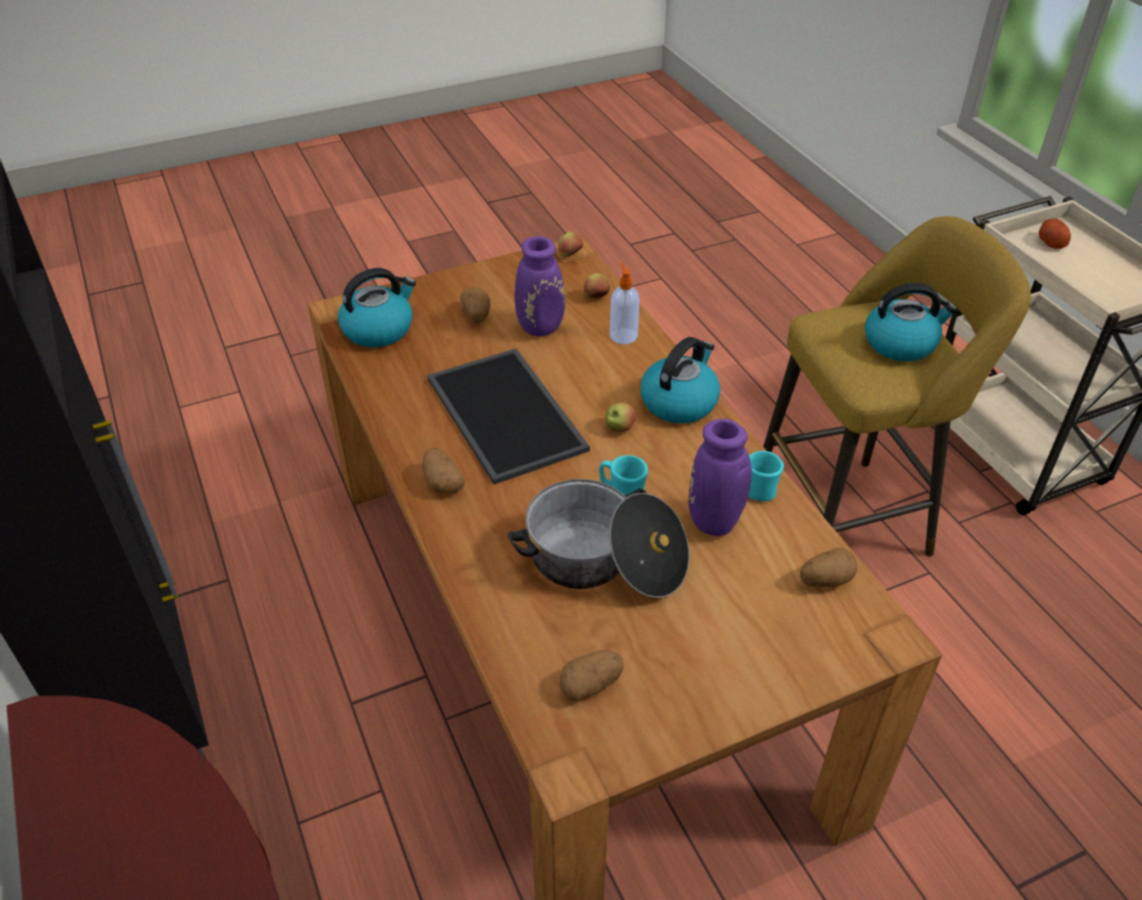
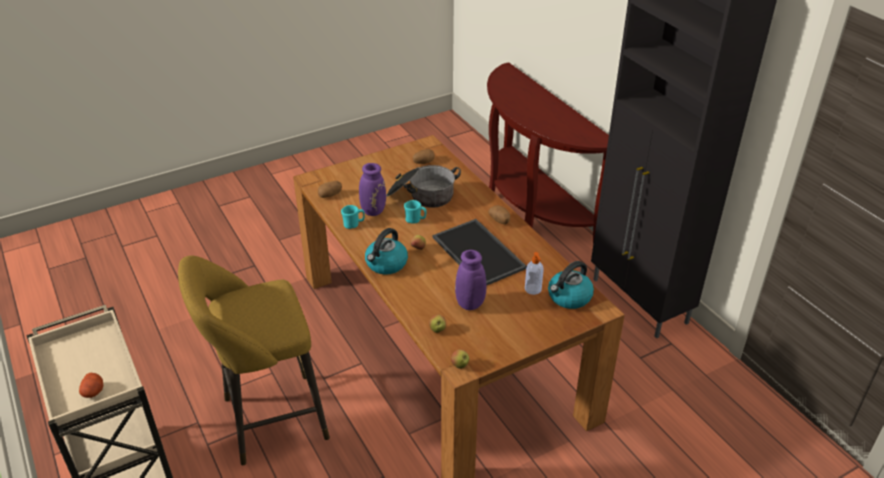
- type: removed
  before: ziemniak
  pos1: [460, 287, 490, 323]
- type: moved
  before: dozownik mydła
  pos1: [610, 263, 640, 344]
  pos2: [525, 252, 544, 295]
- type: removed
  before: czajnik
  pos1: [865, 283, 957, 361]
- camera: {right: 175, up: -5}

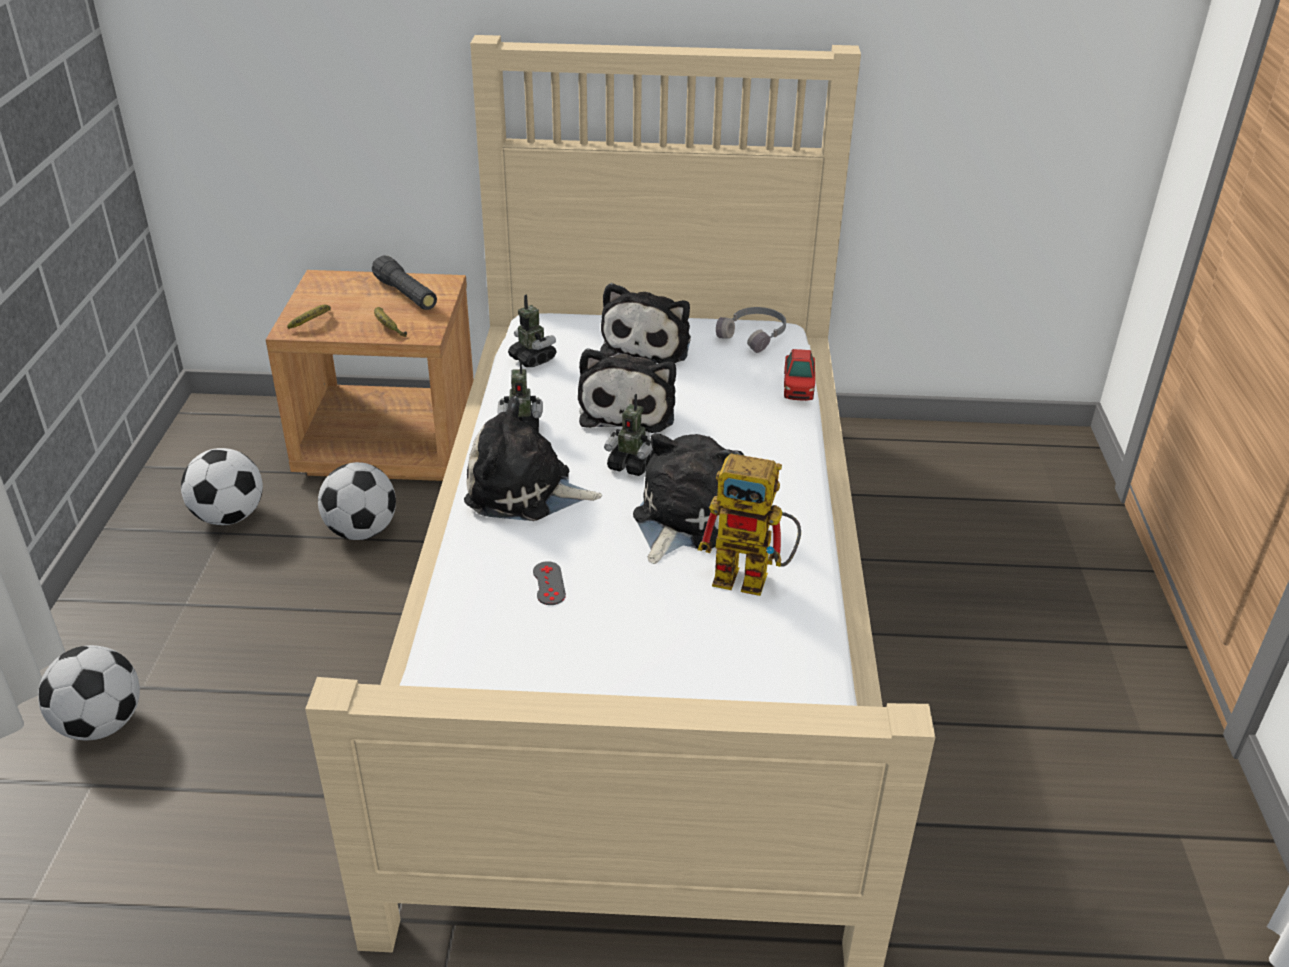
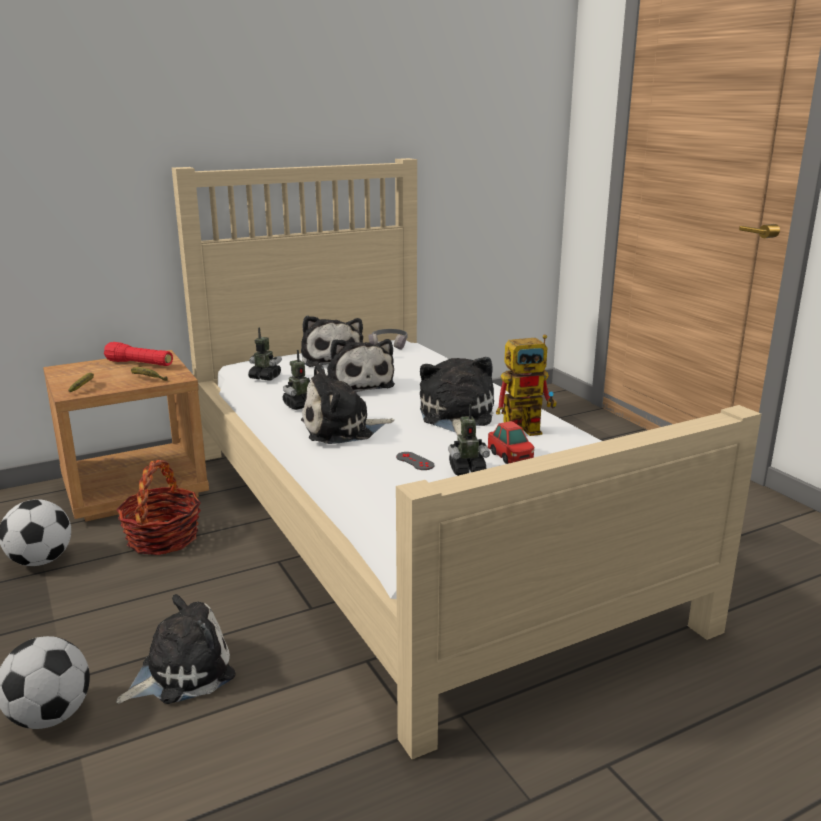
- type: replaced
  before: piłka futbolowa
  after: koszyk
  pos1: [318, 462, 396, 540]
  pos2: [116, 460, 201, 555]
- type: recoloured
  before: latarka/czarny
  after: latarka/czerwony
  pos1: [372, 255, 437, 310]
  pos2: [104, 342, 173, 366]
- type: moved
  before: robot zabawkowy
  pos1: [604, 394, 654, 476]
  pos2: [448, 404, 490, 476]
- type: moved
  before: samochodzik
  pos1: [784, 349, 815, 401]
  pos2: [488, 421, 534, 464]
- type: added
  after: pluszak
  pos2: [116, 594, 236, 704]
- camera: {right: -30, up: -15}

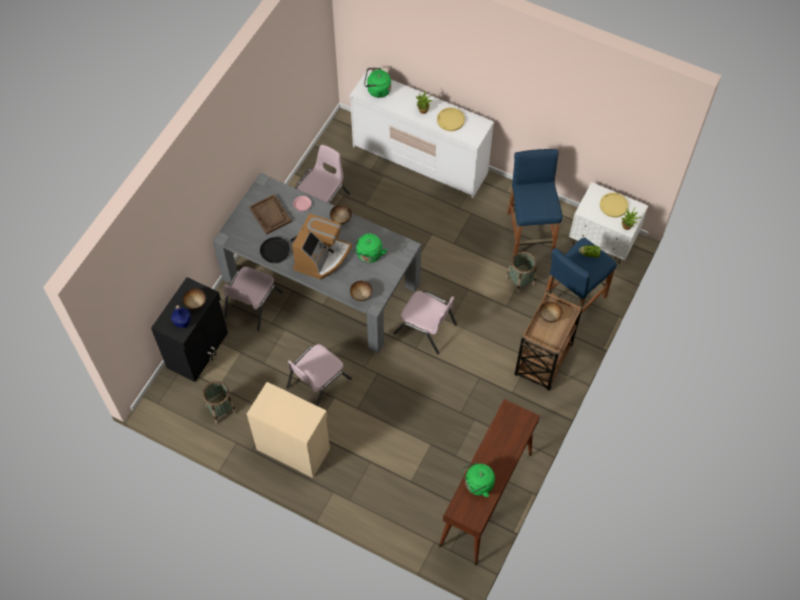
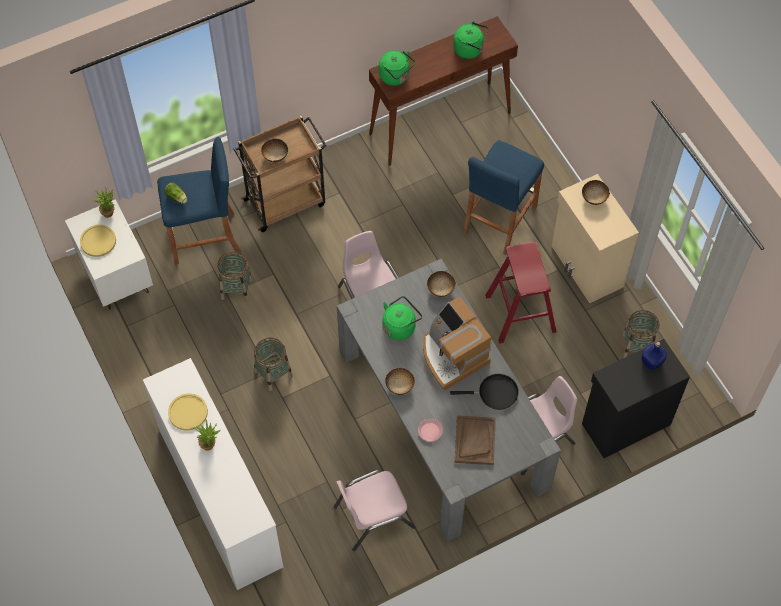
- type: moved
  before: miska
  pos1: [183, 288, 206, 309]
  pos2: [582, 180, 610, 205]
- type: replaced
  before: krzesło/różowy
  after: stołek/czerwony
  pos1: [286, 344, 352, 406]
  pos2: [485, 241, 557, 344]
- type: turned
  before: ekspres do kawy
  pos1: [292, 213, 352, 280]
  pos2: [423, 297, 491, 390]
  turn: -90
- type: moved
  before: czajnik/zielony
  pos1: [364, 68, 391, 98]
  pos2: [379, 50, 415, 86]
- type: moved
  before: stołek/niebieski
  pos1: [507, 149, 563, 256]
  pos2: [463, 140, 544, 255]
- type: added
  after: koszyk
  pos2: [254, 338, 293, 391]
- camera: {right: -145, up: 0}

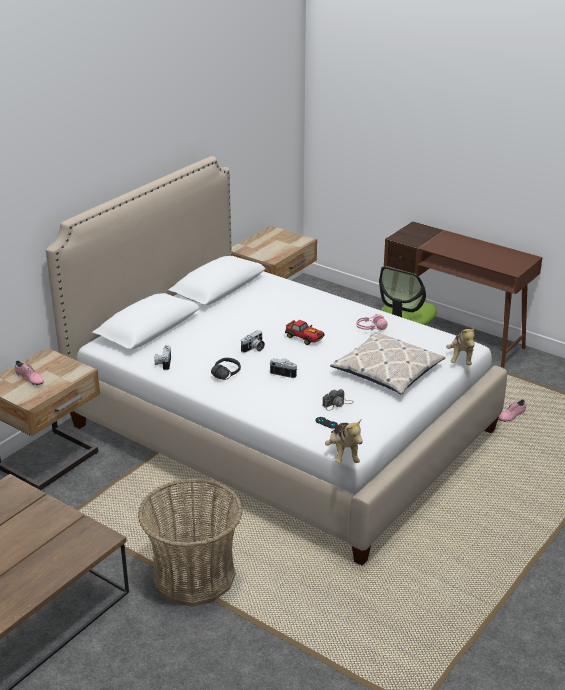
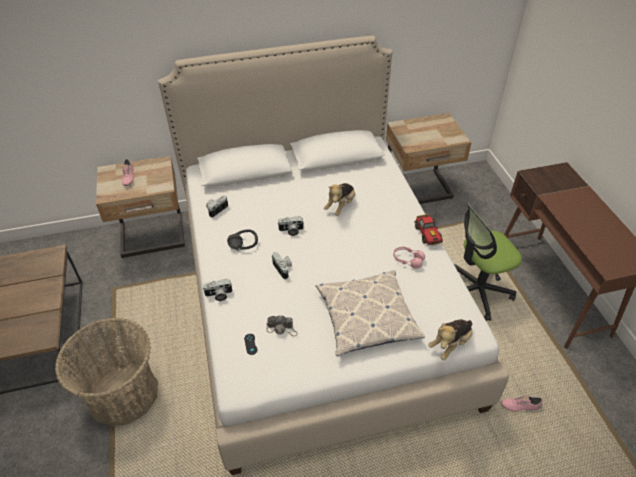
- type: moved
  before: samochodzik
  pos1: [285, 320, 324, 345]
  pos2: [414, 214, 443, 245]
- type: moved
  before: pluszak
  pos1: [325, 420, 363, 463]
  pos2: [324, 183, 355, 216]
- type: added
  after: aparat fotograficzny
  pos2: [203, 279, 232, 301]
- camera: {right: 40, up: 15}

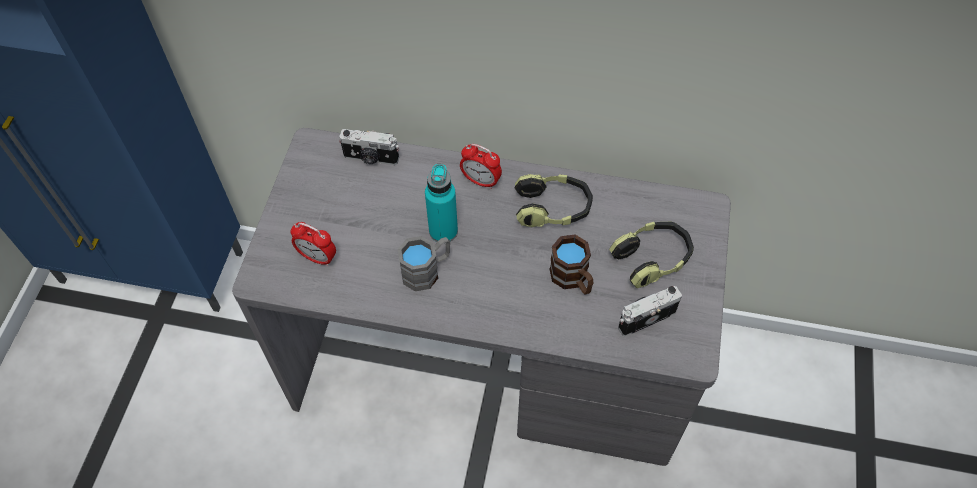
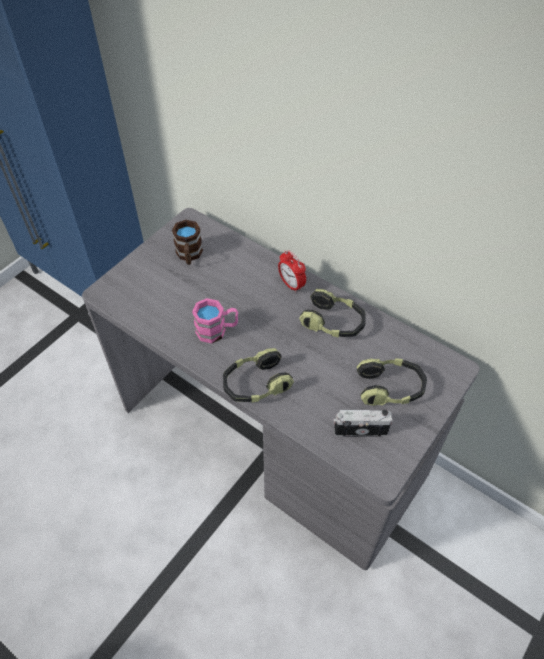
- type: removed
  before: budzik
  pos1: [290, 222, 336, 266]
- type: removed
  before: aparat fotograficzny
  pos1: [339, 129, 399, 165]
- type: recoloured
  before: kubek/szary
  after: kubek/różowy
  pos1: [397, 236, 450, 291]
  pos2: [192, 298, 238, 343]
- type: removed
  before: butelka/turkusowy
  pos1: [425, 164, 458, 243]
- type: moved
  before: kubek/brązowy
  pos1: [550, 235, 593, 295]
  pos2: [172, 220, 203, 265]
- type: added
  after: słuchawki
  pos2: [223, 348, 294, 403]
- camera: {right: 25, up: -5}

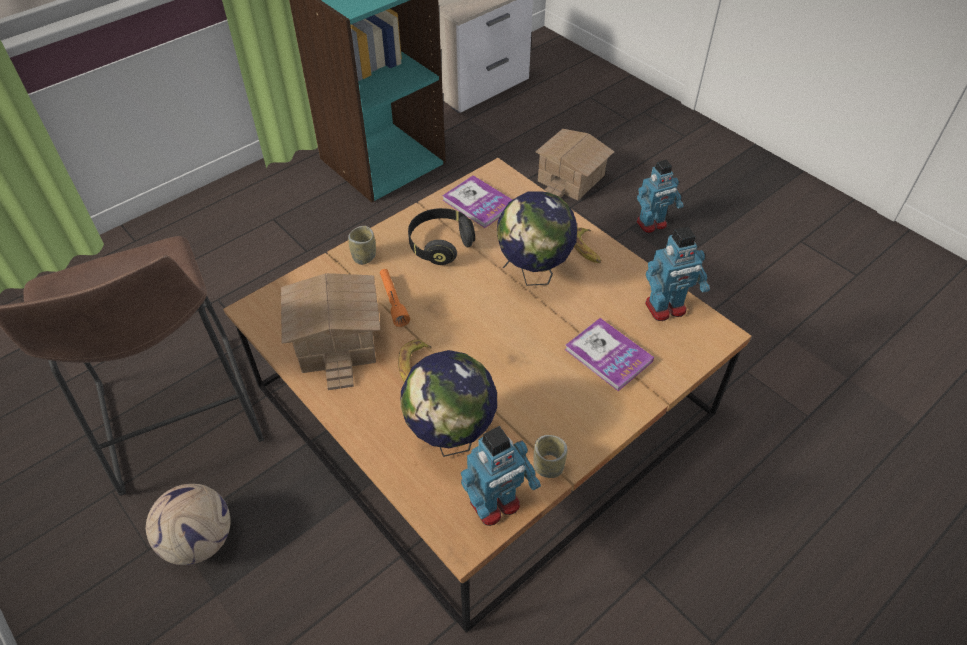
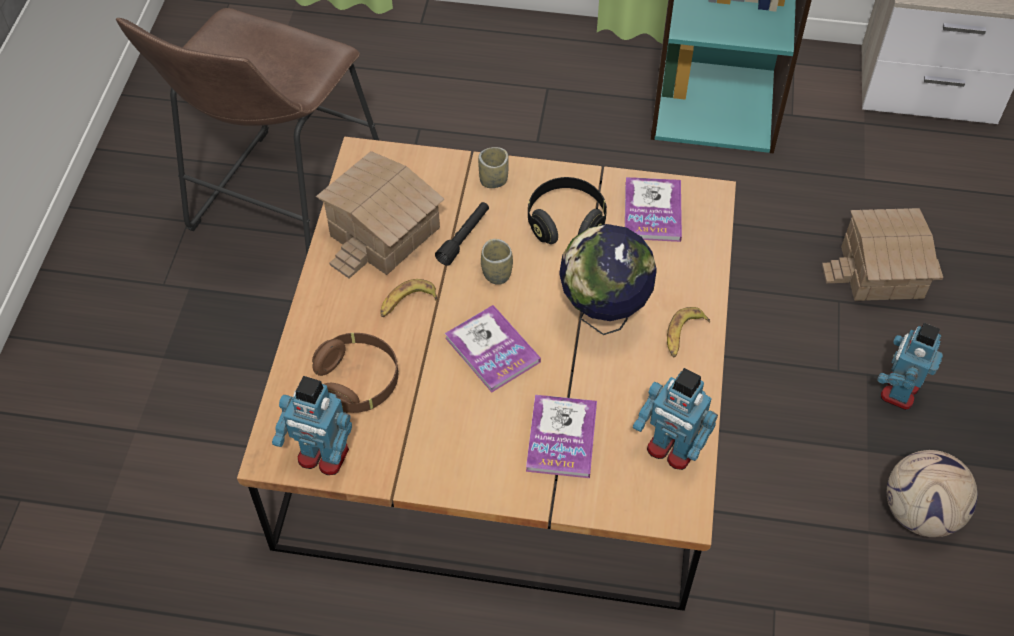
- type: moved
  before: piłka futbolowa
  pos1: [146, 484, 231, 565]
  pos2: [887, 450, 978, 537]
- type: recoloured
  before: latarka/pomarańczowy
  after: latarka/czarny
  pos1: [380, 269, 410, 327]
  pos2: [435, 202, 489, 266]
- type: replaced
  before: globus
  after: słuchawki/brązowy
  pos1: [400, 350, 497, 457]
  pos2: [312, 333, 398, 413]
- type: moved
  before: filiżanka
  pos1: [533, 435, 568, 478]
  pos2: [481, 239, 513, 285]
- type: turned
  before: robot zabawkowy
  pos1: [636, 160, 684, 233]
  pos2: [877, 323, 943, 410]
  turn: 90
- type: added
  after: książka
  pos2: [445, 305, 541, 393]
- camera: {right: 50, up: 5}

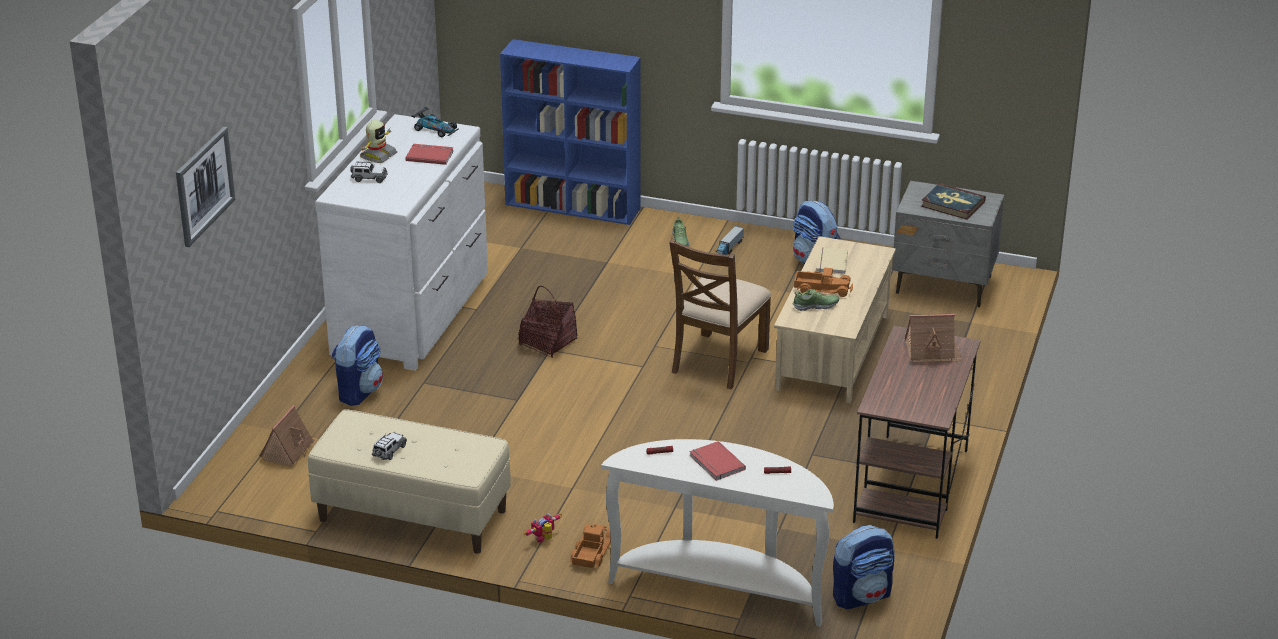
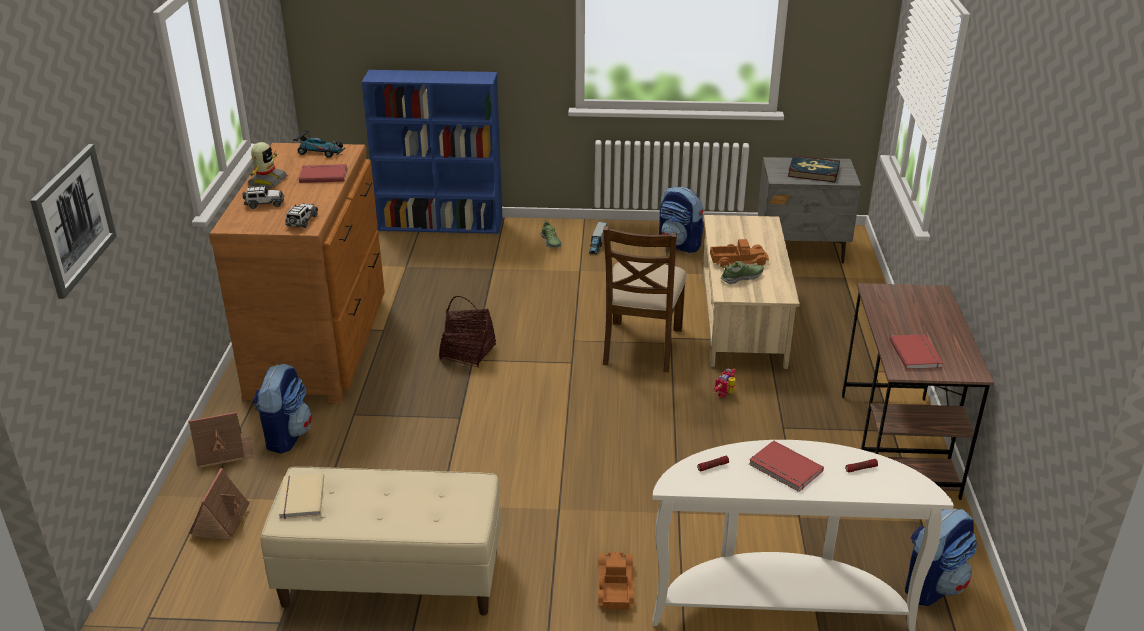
- type: recoloured
  before: komoda/biały
  after: komoda/brązowy
  pos1: [315, 114, 488, 371]
  pos2: [209, 143, 385, 403]
- type: moved
  before: samochodzik
  pos1: [372, 432, 407, 460]
  pos2: [285, 203, 318, 228]
- type: moved
  before: robot zabawkowy
  pos1: [523, 513, 562, 543]
  pos2: [714, 368, 735, 398]
- type: moved
  before: książka/beżowy
  pos1: [816, 247, 848, 274]
  pos2: [278, 474, 324, 519]
- type: moved
  before: domek
  pos1: [905, 314, 962, 363]
  pos2: [188, 412, 254, 468]
- type: added
  after: książka/czerwony
  pos2: [889, 334, 943, 369]
- camera: {right: -15, up: 0}

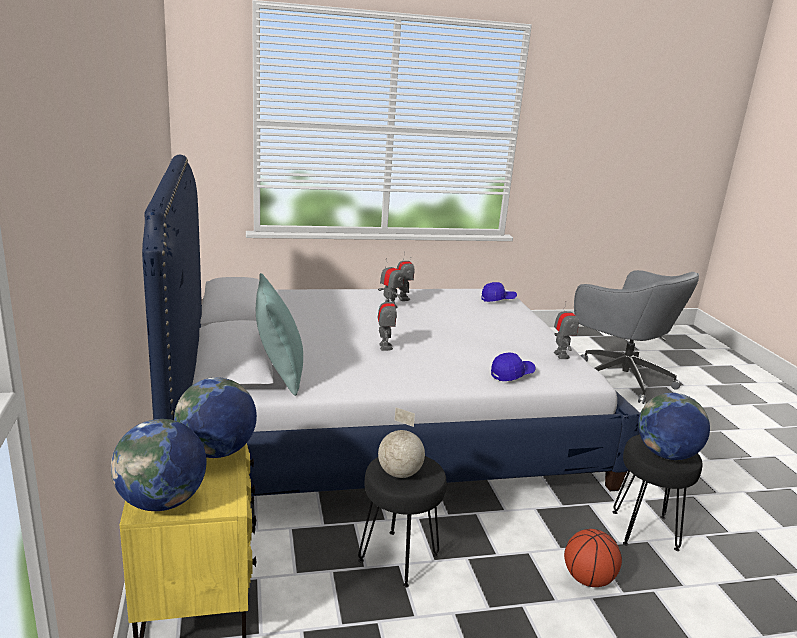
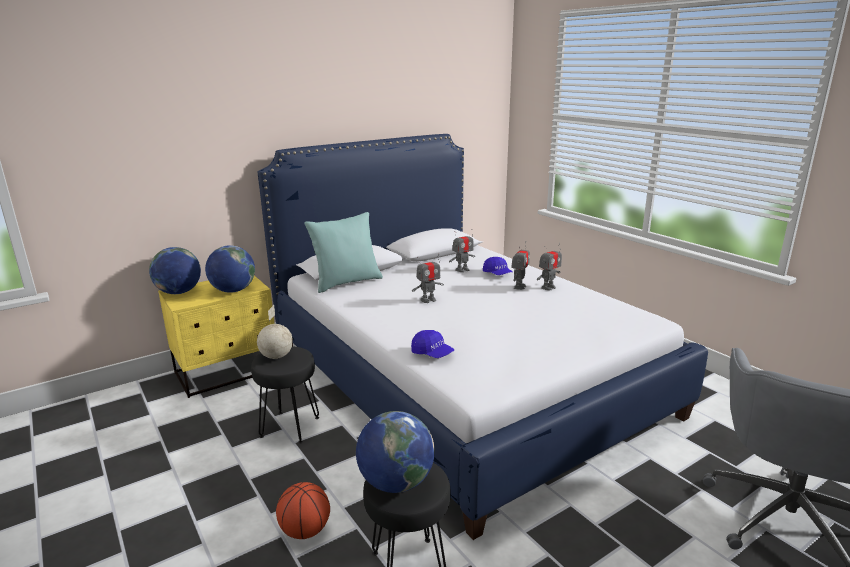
- type: moved
  before: czapka z daszkiem/niebieski
  pos1: [481, 282, 517, 302]
  pos2: [483, 257, 513, 275]
- type: moved
  before: robot zabawkowy
  pos1: [554, 301, 579, 359]
  pos2: [449, 229, 475, 272]
- camera: {right: 70, up: 0}

